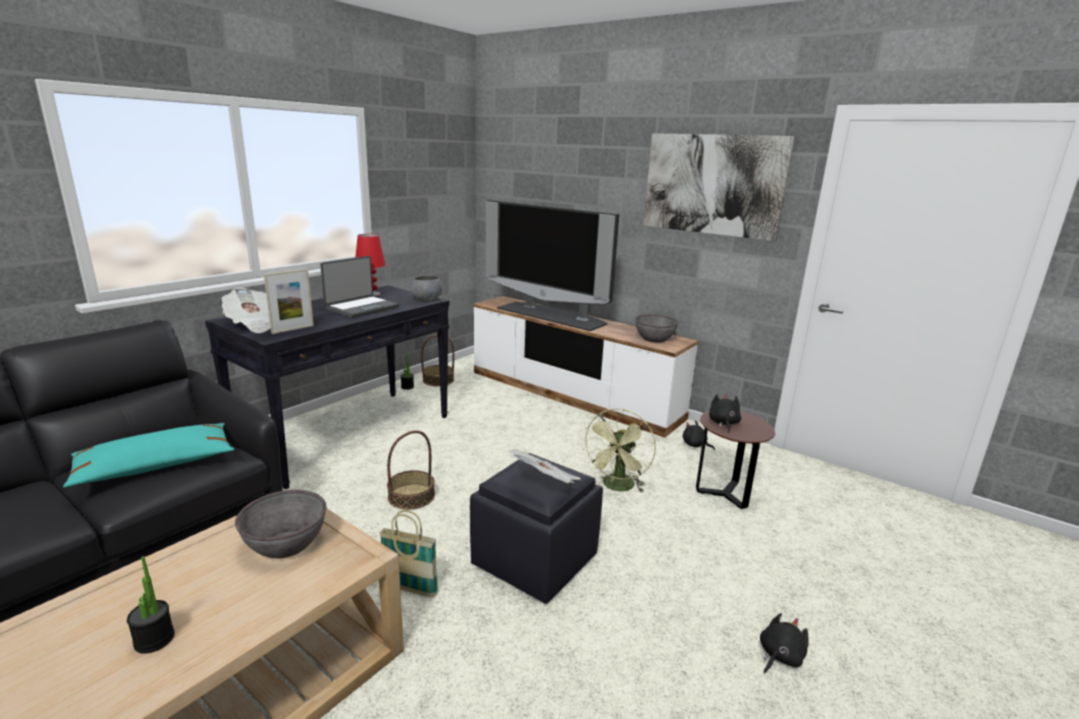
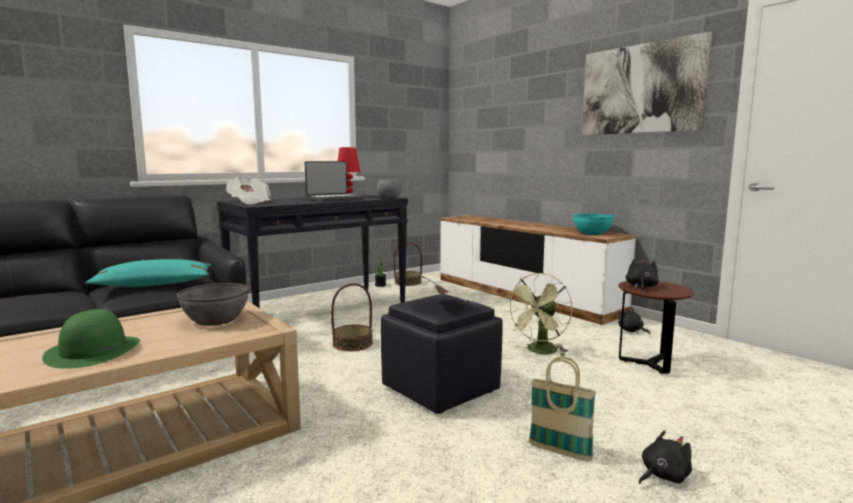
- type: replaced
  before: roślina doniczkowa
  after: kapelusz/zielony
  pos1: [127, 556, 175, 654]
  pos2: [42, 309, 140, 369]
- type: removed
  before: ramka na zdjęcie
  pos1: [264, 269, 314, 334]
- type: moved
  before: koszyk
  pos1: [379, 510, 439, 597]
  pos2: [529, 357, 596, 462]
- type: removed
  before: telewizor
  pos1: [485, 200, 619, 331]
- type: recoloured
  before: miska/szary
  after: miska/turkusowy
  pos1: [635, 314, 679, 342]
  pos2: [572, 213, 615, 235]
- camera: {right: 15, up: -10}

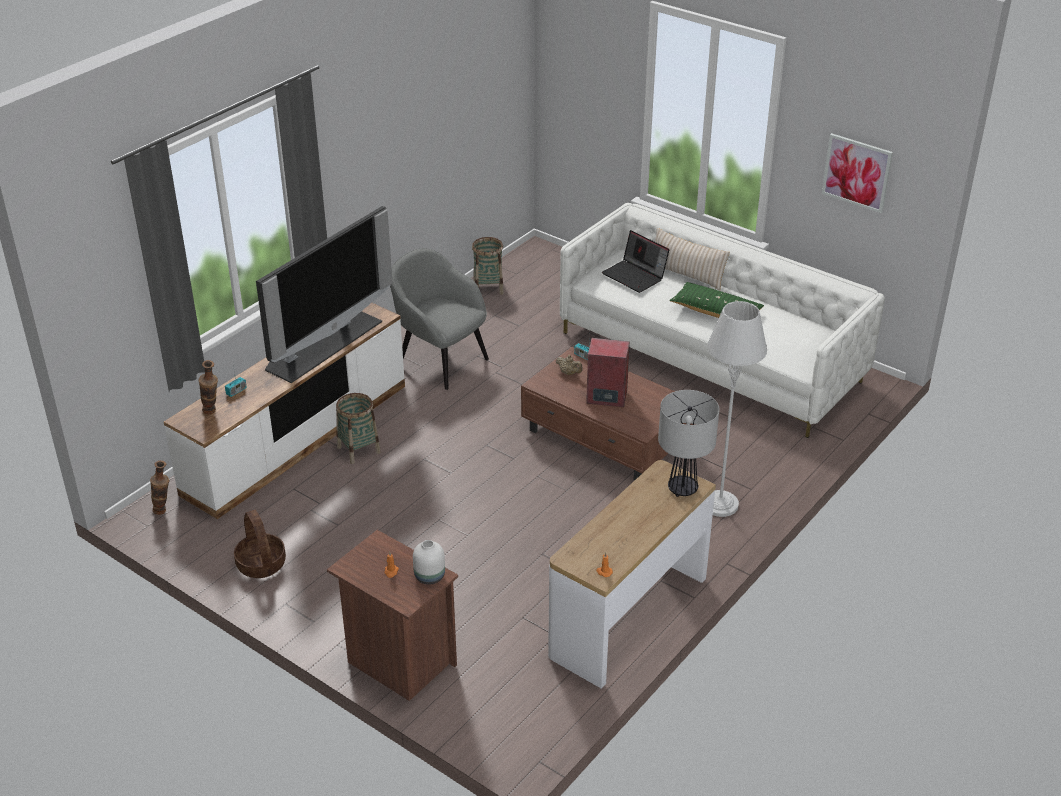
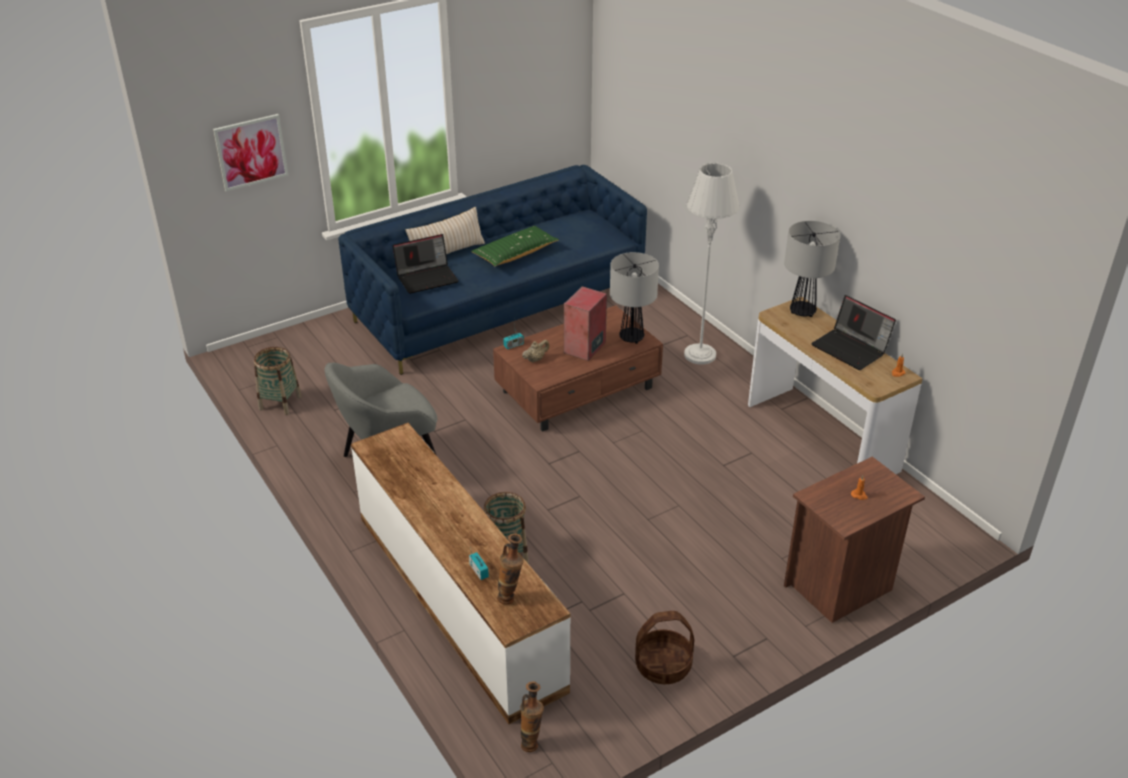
- type: removed
  before: telewizor
  pos1: [256, 206, 393, 383]
- type: removed
  before: wazon/biały
  pos1: [413, 540, 445, 584]
- type: recoloured
  before: kanapa/biały
  after: kanapa/niebieski
  pos1: [560, 203, 885, 438]
  pos2: [338, 165, 647, 375]
- type: moved
  before: obraz
  pos1: [822, 133, 893, 213]
  pos2: [213, 114, 288, 191]
- type: added
  after: lampa stołowa
  pos2: [610, 252, 659, 344]
- type: added
  after: laptop
  pos2: [811, 295, 896, 370]
- camera: {right: -70, up: 0}

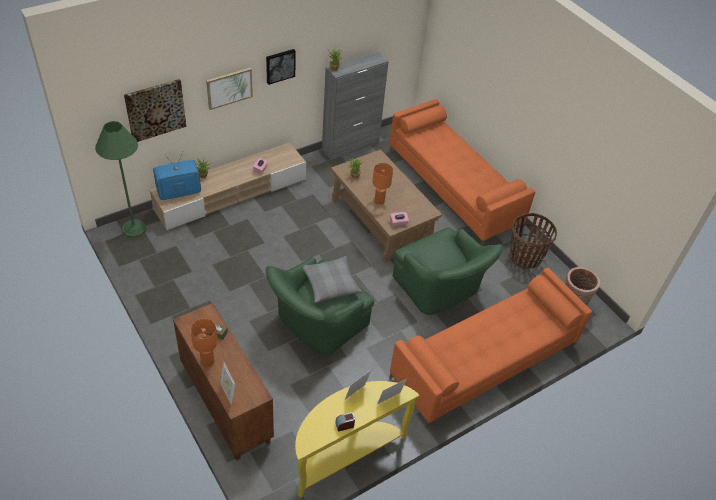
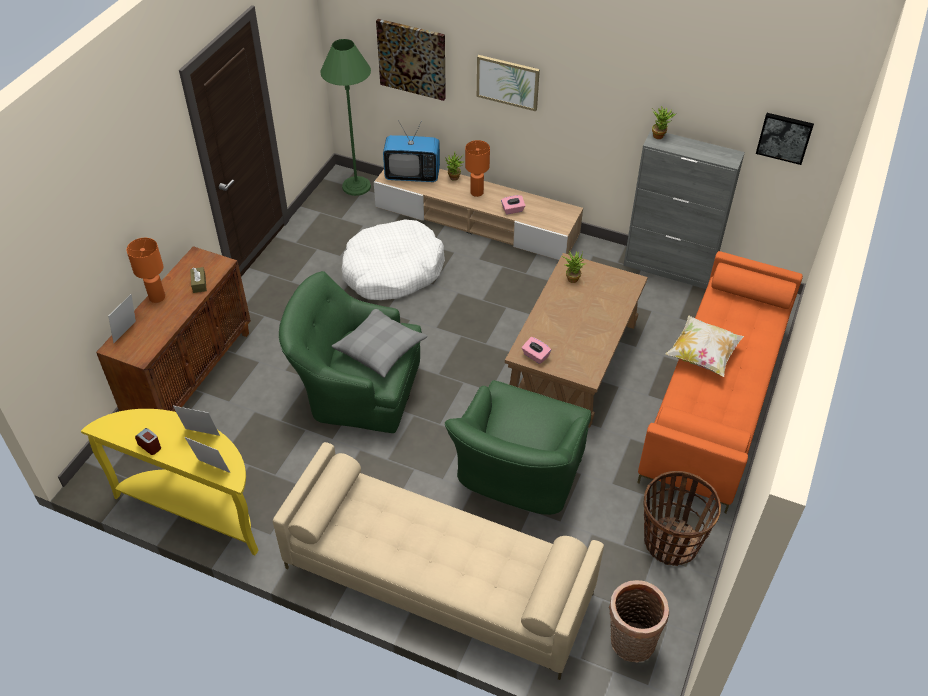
- type: turned
  before: telewizor
  pos1: [153, 152, 201, 200]
  pos2: [383, 120, 440, 182]
  turn: 150
- type: moved
  before: obraz
  pos1: [266, 49, 296, 85]
  pos2: [756, 113, 814, 165]
- type: moved
  before: lampa stołowa/pomarańczowy
  pos1: [372, 163, 393, 205]
  pos2: [465, 140, 490, 197]
- type: recoloured
  before: kanapa/pomarańczowy
  after: kanapa/beżowy
  pos1: [389, 268, 592, 428]
  pos2: [273, 442, 604, 680]
- type: added
  after: legowisko/biały
  pos2: [342, 219, 445, 300]
- type: added
  after: poduszka
  pos2: [665, 315, 744, 377]
- camera: {right: 60, up: 0}

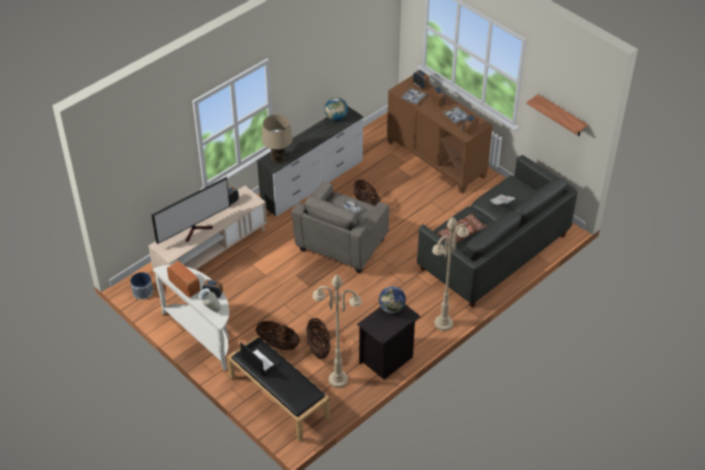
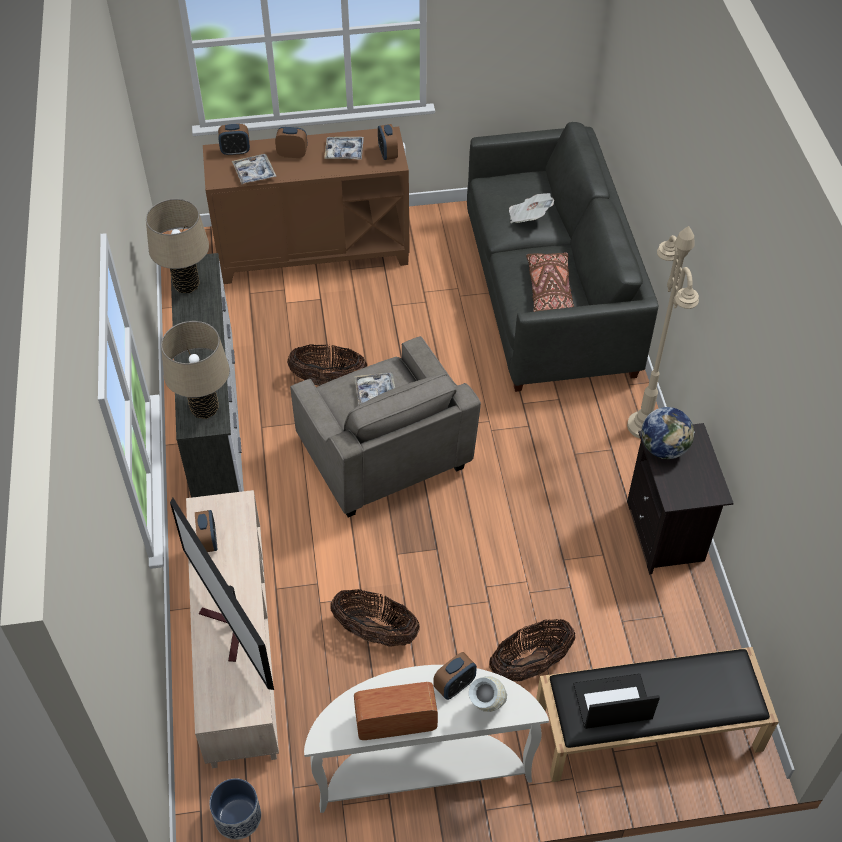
- type: turned
  before: telewizor
  pos1: [152, 177, 230, 244]
  pos2: [170, 498, 274, 690]
  turn: 150
- type: moved
  before: koszyk
  pos1: [306, 318, 331, 359]
  pos2: [330, 589, 420, 647]
- type: removed
  before: lampa stojąca/beżowy
  pos1: [313, 275, 362, 388]
- type: replaced
  before: globus
  after: lampa stołowa/beżowy
  pos1: [325, 97, 348, 121]
  pos2: [146, 199, 209, 293]
- type: removed
  before: półka
  pos1: [526, 94, 588, 136]
- camera: {right: -55, up: 5}

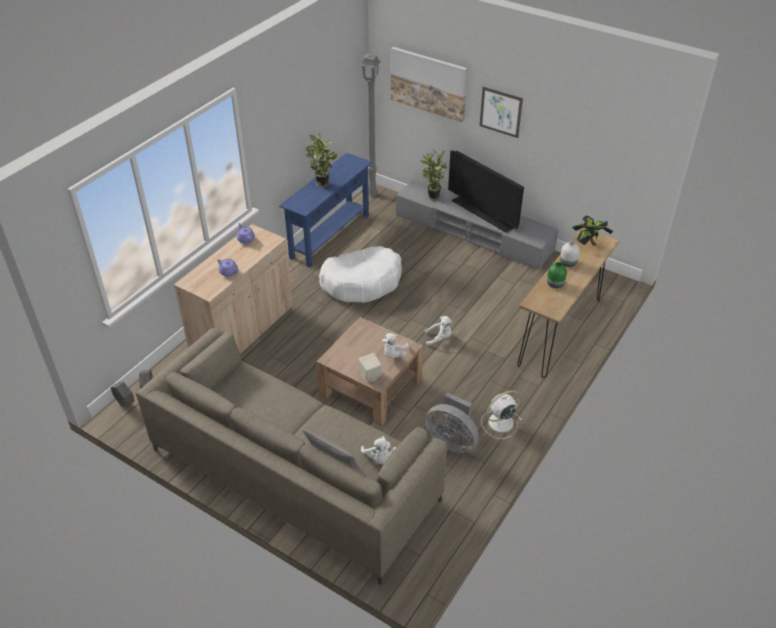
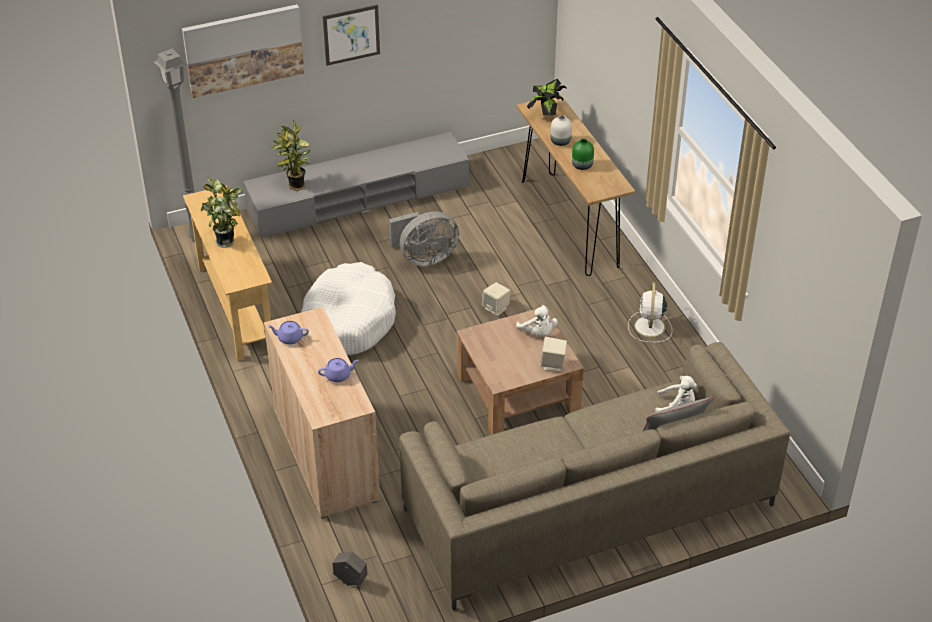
- type: removed
  before: donica/szary
  pos1: [111, 382, 135, 407]
- type: recoloured
  before: stolik konsolowy/niebieski
  after: stolik konsolowy/beżowy
  pos1: [279, 153, 372, 267]
  pos2: [183, 185, 272, 361]
- type: replaced
  before: pluszak/biały
  after: głośnik/beżowy
  pos1: [425, 316, 452, 346]
  pos2: [482, 282, 510, 316]
- type: moved
  before: wentylator/szary
  pos1: [425, 393, 479, 453]
  pos2: [389, 211, 459, 266]
- type: removed
  before: telewizor
  pos1: [448, 150, 524, 232]
- camera: {right: -55, up: 0}

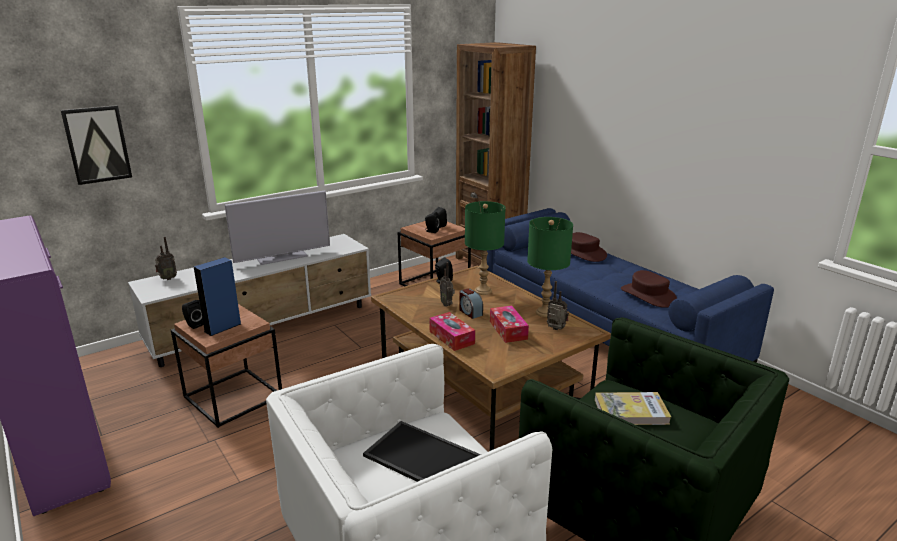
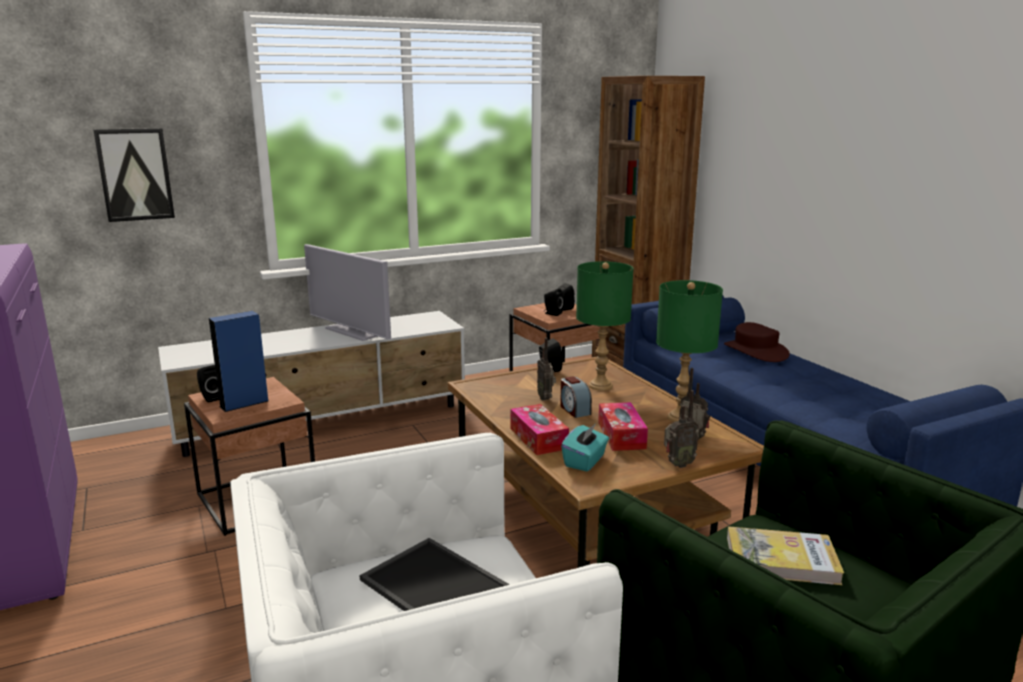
- type: moved
  before: radio
  pos1: [155, 237, 177, 280]
  pos2: [664, 390, 699, 468]
- type: turned
  before: telewizor
  pos1: [225, 190, 330, 265]
  pos2: [304, 244, 391, 341]
  turn: 60
- type: removed
  before: kapelusz/brązowy
  pos1: [621, 270, 677, 308]
- type: added
  after: pudełko chusteczek/turkusowy
  pos2: [561, 424, 609, 471]
- camera: {right: 10, up: -5}

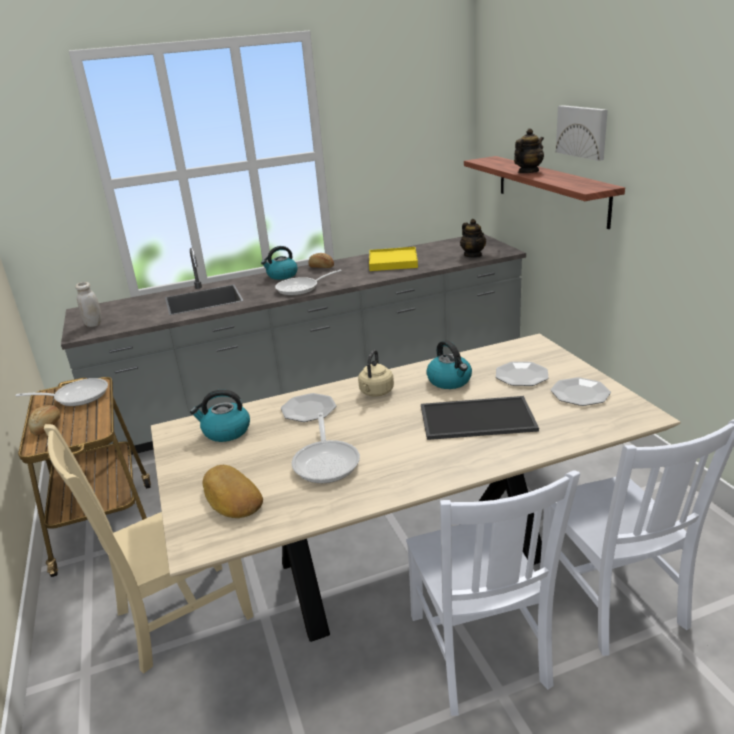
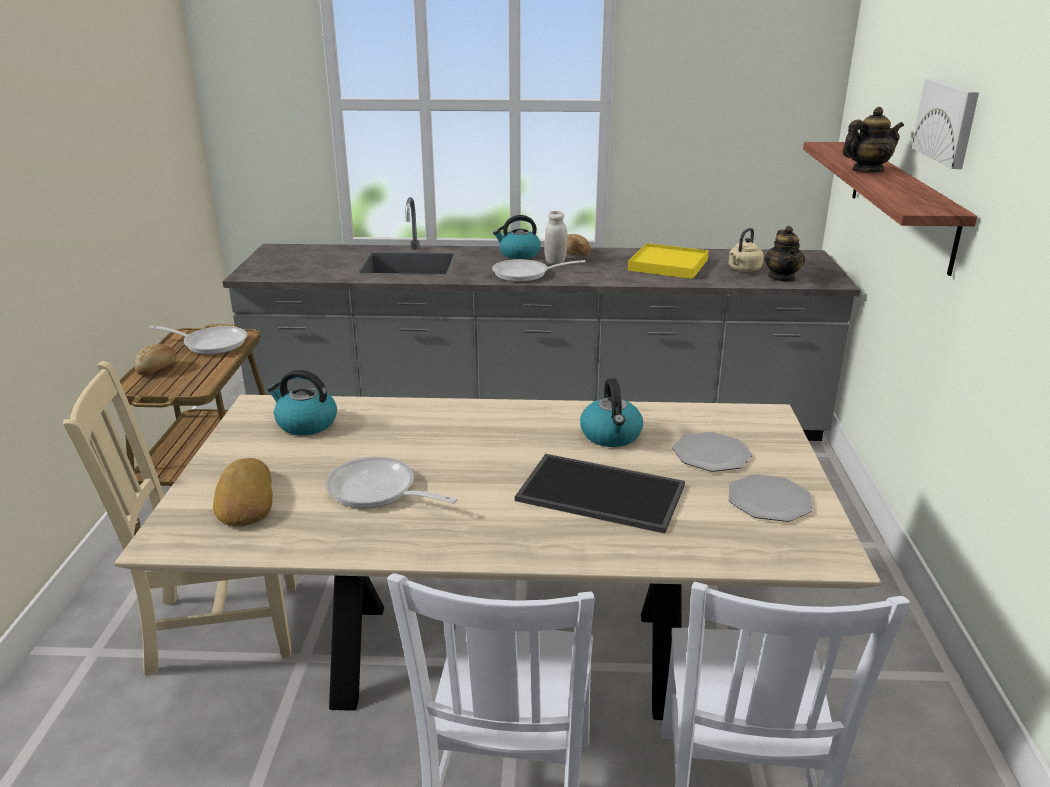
- type: moved
  before: słoik/biały
  pos1: [76, 282, 101, 327]
  pos2: [544, 211, 568, 265]
- type: removed
  before: talerz
  pos1: [281, 393, 336, 422]
- type: turned
  before: patelnia
  pos1: [292, 412, 360, 483]
  pos2: [325, 457, 458, 509]
  turn: 105
- type: moved
  before: czajnik/beżowy
  pos1: [358, 350, 394, 396]
  pos2: [728, 228, 763, 272]
- camera: {right: 20, up: 0}

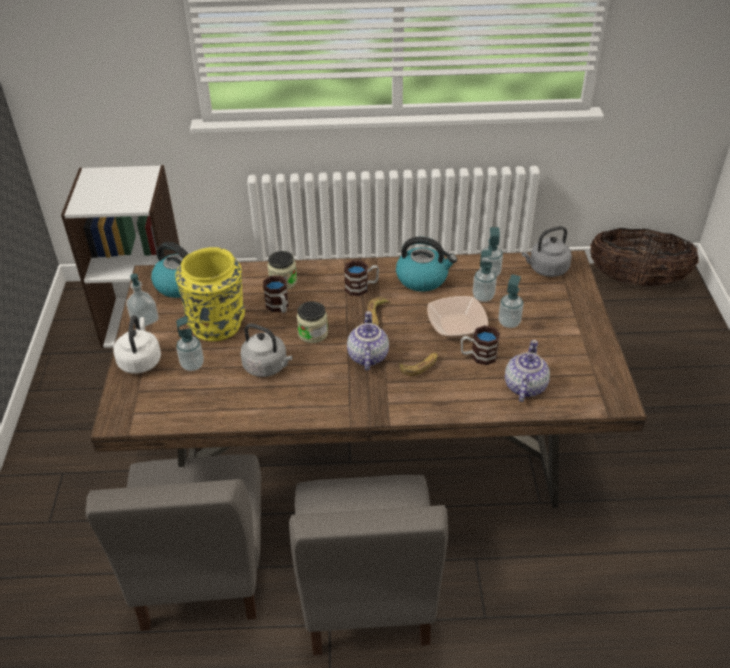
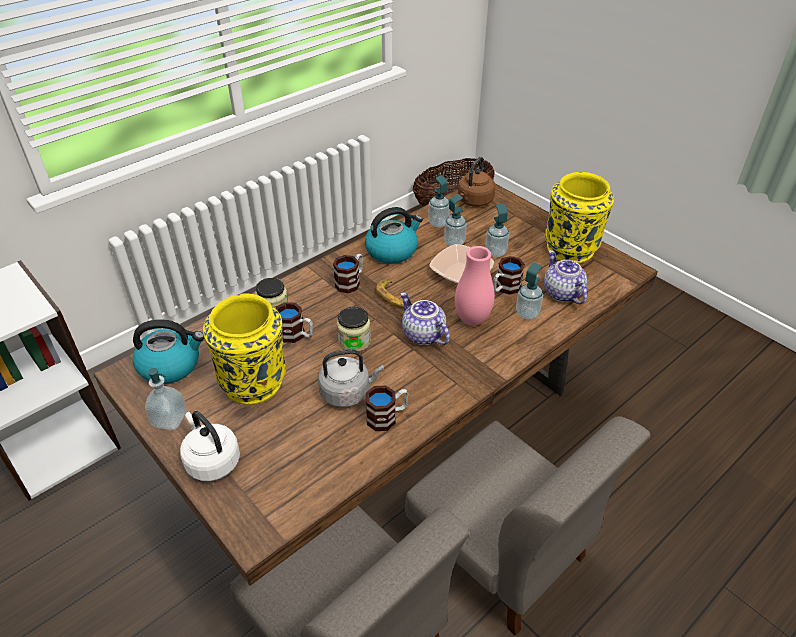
- type: moved
  before: dozownik mydła
  pos1: [176, 316, 204, 371]
  pos2: [516, 262, 543, 320]
- type: replaced
  before: banan
  after: wazon/różowy
  pos1: [399, 353, 438, 376]
  pos2: [455, 246, 495, 326]
- type: recoloured
  before: czajnik/szary
  after: czajnik/brązowy
  pos1: [522, 226, 572, 277]
  pos2: [458, 157, 495, 207]
- type: added
  after: kubek
  pos2: [366, 385, 408, 431]
- type: added
  after: wazon/żółty
  pos2: [545, 172, 614, 263]
- camera: {right: -40, up: 0}

